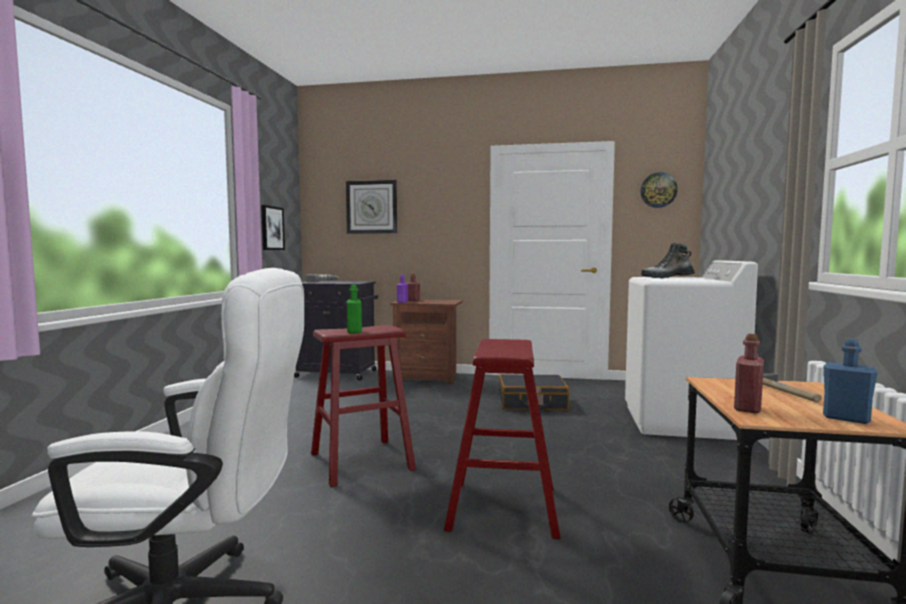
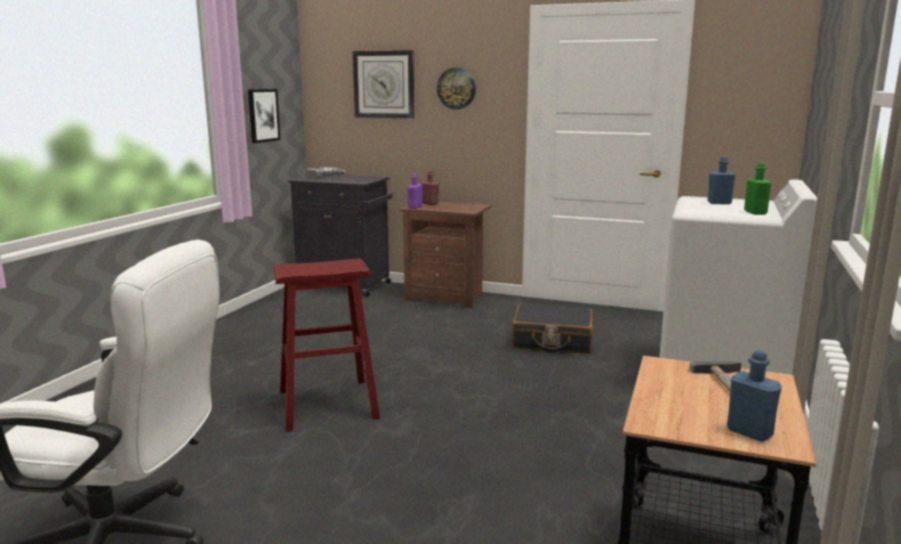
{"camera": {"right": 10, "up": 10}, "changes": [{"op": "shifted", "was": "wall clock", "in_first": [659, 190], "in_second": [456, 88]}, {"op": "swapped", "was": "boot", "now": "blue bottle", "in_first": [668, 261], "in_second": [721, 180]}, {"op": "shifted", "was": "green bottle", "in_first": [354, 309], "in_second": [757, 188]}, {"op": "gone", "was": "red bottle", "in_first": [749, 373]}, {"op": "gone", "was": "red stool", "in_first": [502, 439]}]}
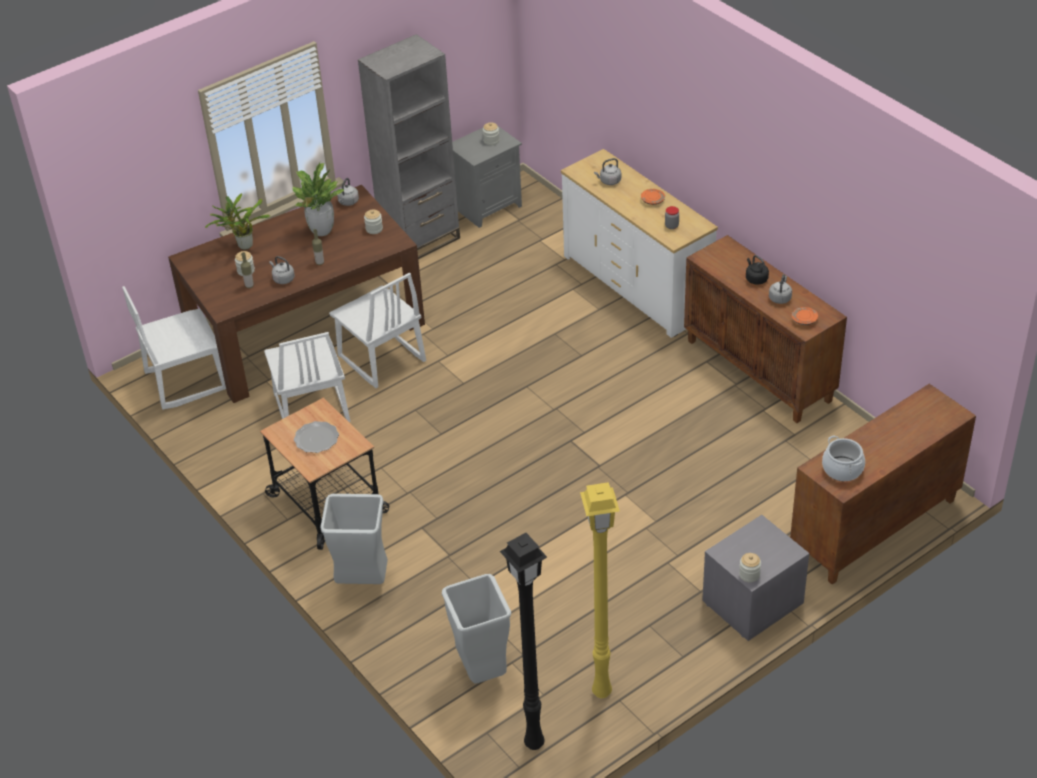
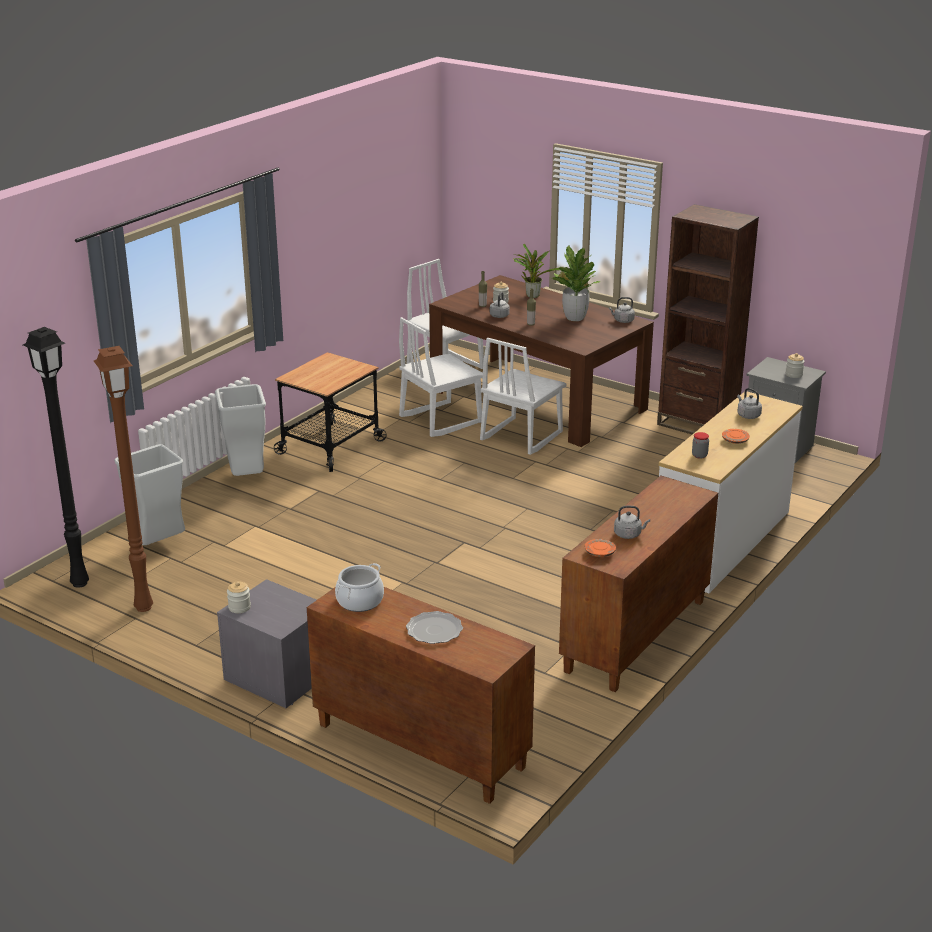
{"camera": {"right": 70, "up": -15}, "changes": [{"op": "repainted", "was": "grey bookcase", "now": "brown bookcase", "in_first": [409, 146], "in_second": [708, 319]}, {"op": "gone", "was": "jar", "in_first": [373, 222]}, {"op": "gone", "was": "black kettle", "in_first": [757, 270]}, {"op": "shifted", "was": "plate", "in_first": [316, 437], "in_second": [434, 627]}, {"op": "repainted", "was": "yellow floor lamp", "now": "brown floor lamp", "in_first": [600, 590], "in_second": [123, 479]}]}
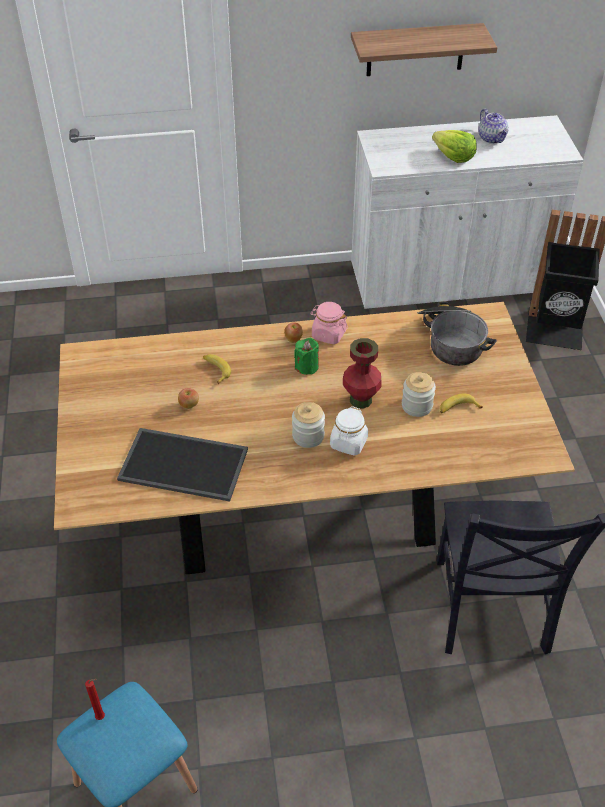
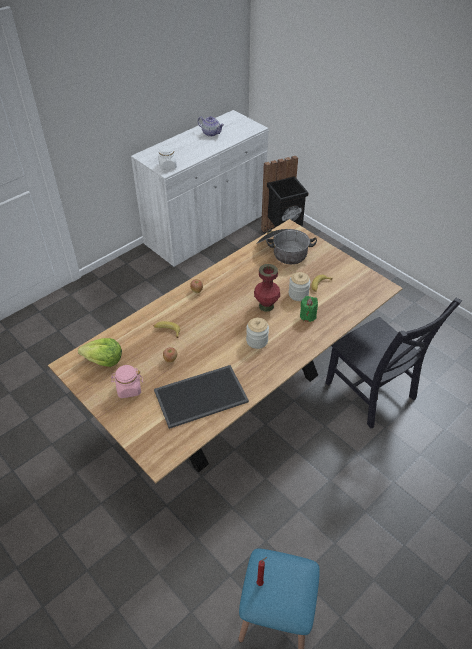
{"camera": {"right": -35, "up": 0}, "changes": [{"op": "gone", "was": "shelf", "in_first": [424, 49]}, {"op": "shifted", "was": "lettuce", "in_first": [454, 146], "in_second": [100, 352]}, {"op": "shifted", "was": "pink jar", "in_first": [329, 323], "in_second": [127, 381]}, {"op": "shifted", "was": "green candle", "in_first": [306, 356], "in_second": [309, 309]}, {"op": "shifted", "was": "white jar", "in_first": [349, 431], "in_second": [167, 157]}]}
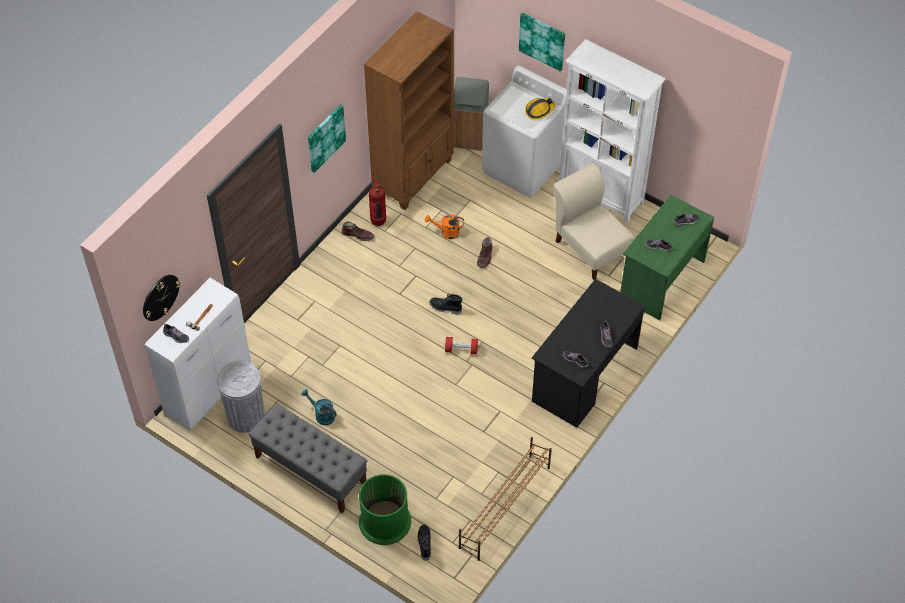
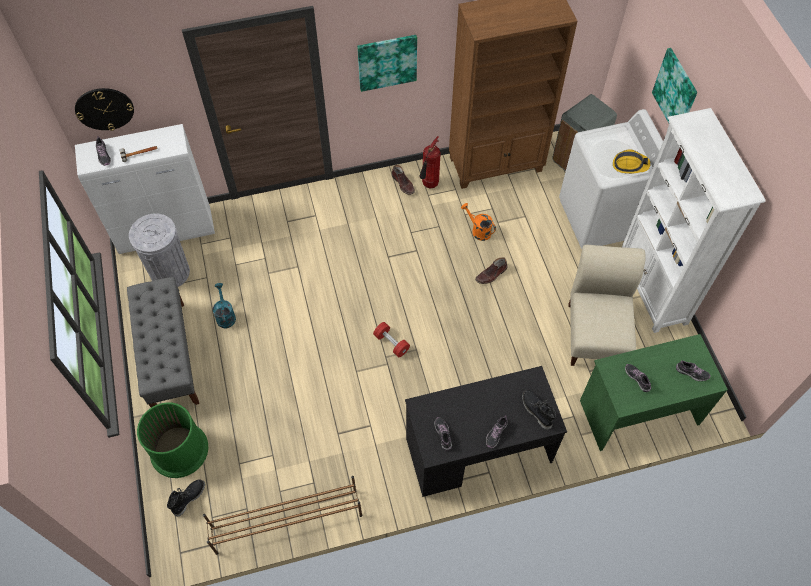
{"camera": {"right": 40, "up": 5}, "changes": [{"op": "shifted", "was": "black boot", "in_first": [445, 304], "in_second": [539, 410]}]}
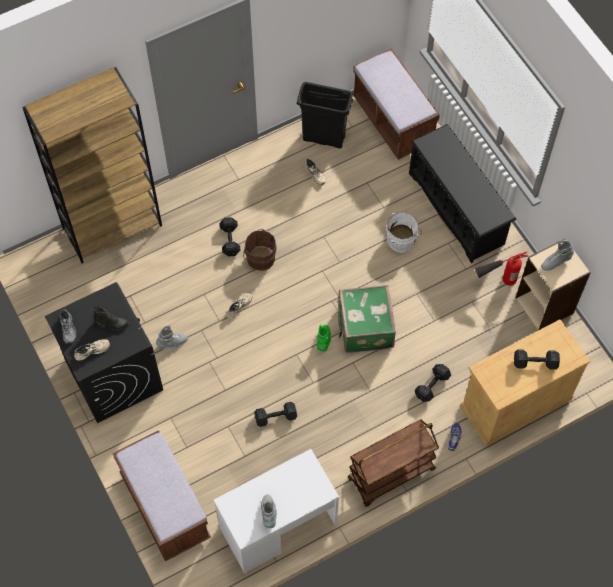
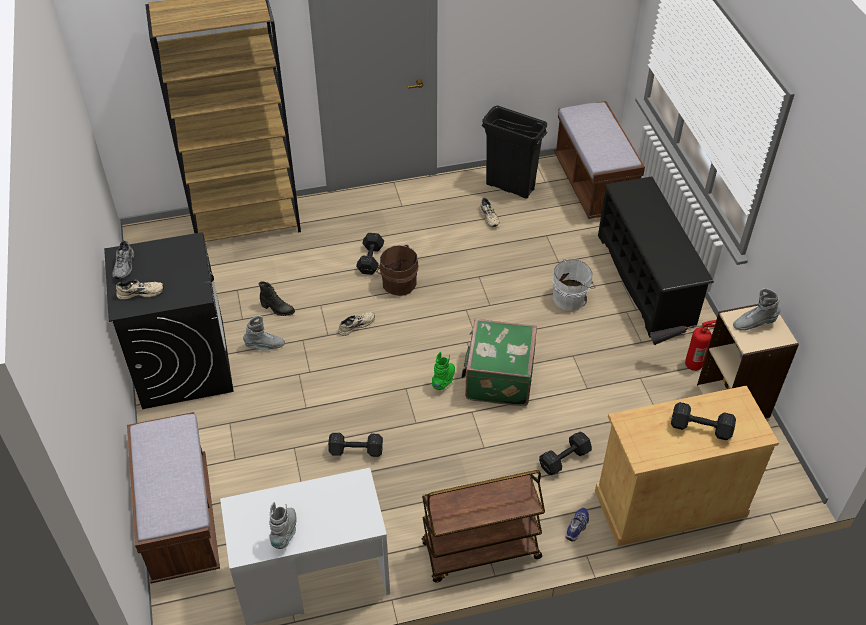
{"camera": {"right": 15, "up": -15}, "changes": [{"op": "shifted", "was": "black boot", "in_first": [110, 318], "in_second": [277, 299]}]}
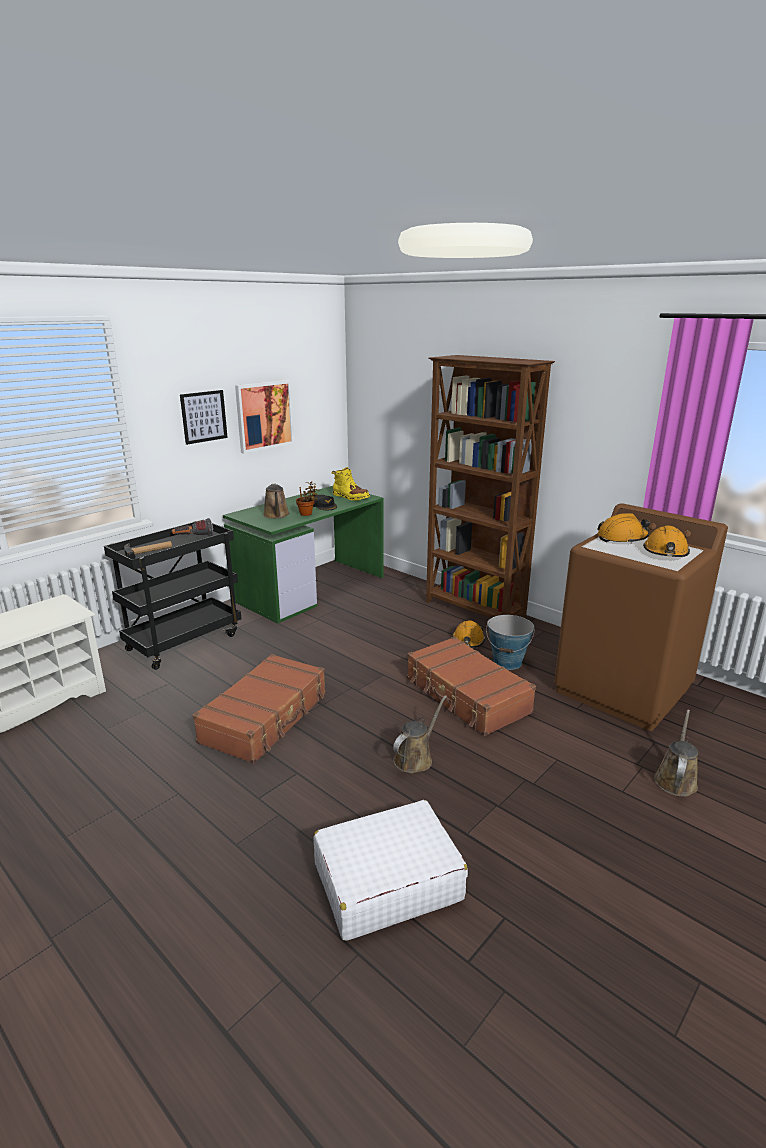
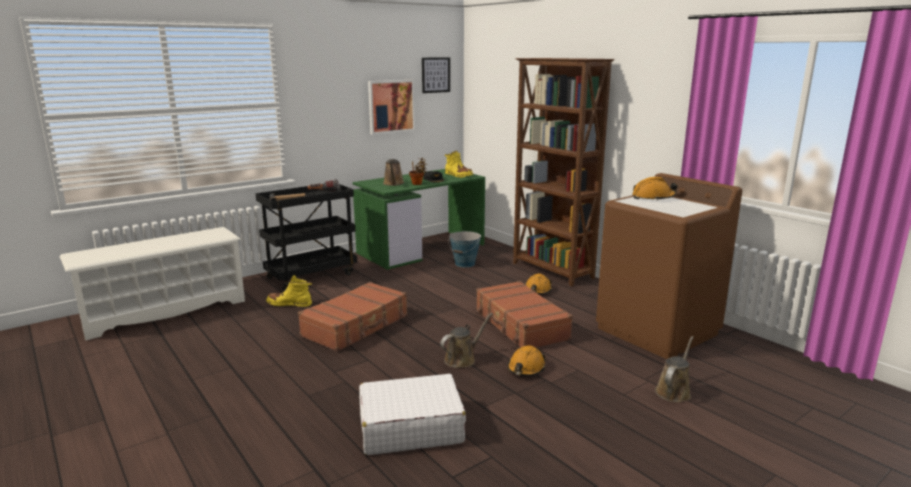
{"camera": {"right": 10, "up": -5}, "changes": [{"op": "shifted", "was": "picture", "in_first": [204, 417], "in_second": [436, 75]}, {"op": "shifted", "was": "orange hard hat", "in_first": [666, 541], "in_second": [526, 360]}, {"op": "shifted", "was": "bucket", "in_first": [510, 642], "in_second": [464, 249]}, {"op": "new", "now": "yellow boot", "in_second": [289, 291]}]}
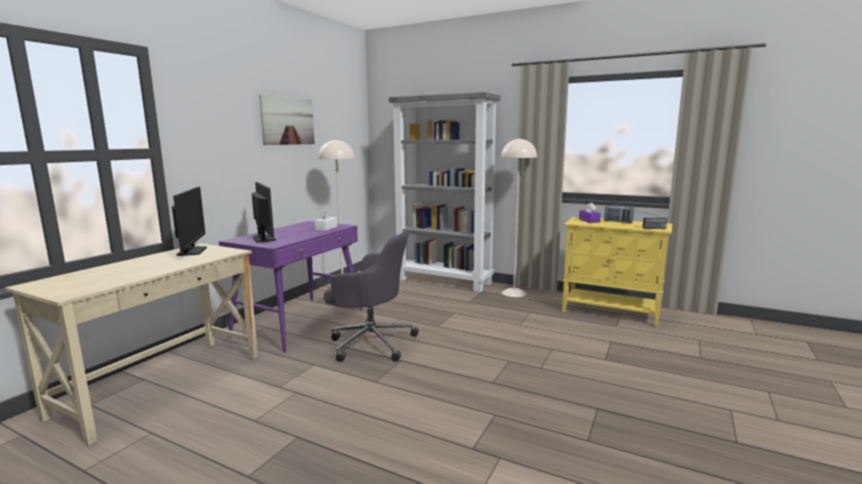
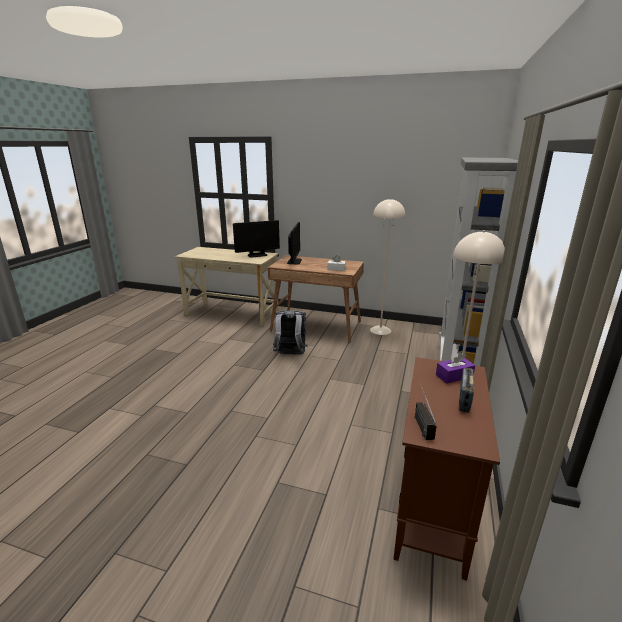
{"camera": {"right": 80, "up": 10}, "changes": [{"op": "gone", "was": "picture", "in_first": [287, 119]}, {"op": "rotated", "was": "monitor", "in_first": [264, 212], "in_second": [294, 243], "clockwise": -45}, {"op": "repainted", "was": "yellow cabinet", "now": "brown cabinet", "in_first": [617, 272], "in_second": [446, 469]}, {"op": "repainted", "was": "purple desk", "now": "brown desk", "in_first": [291, 286], "in_second": [316, 299]}, {"op": "swapped", "was": "grey office chair", "now": "grey backpack", "in_first": [371, 295], "in_second": [290, 332]}]}
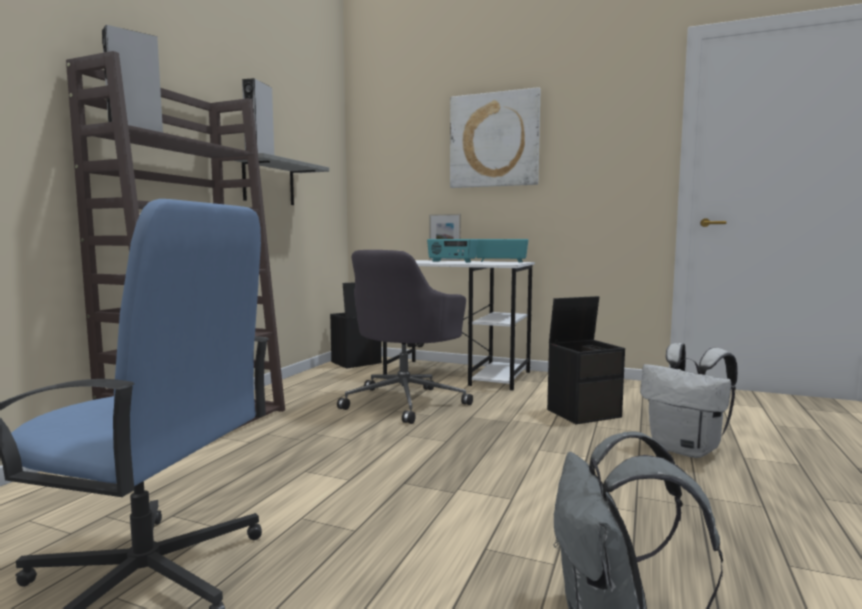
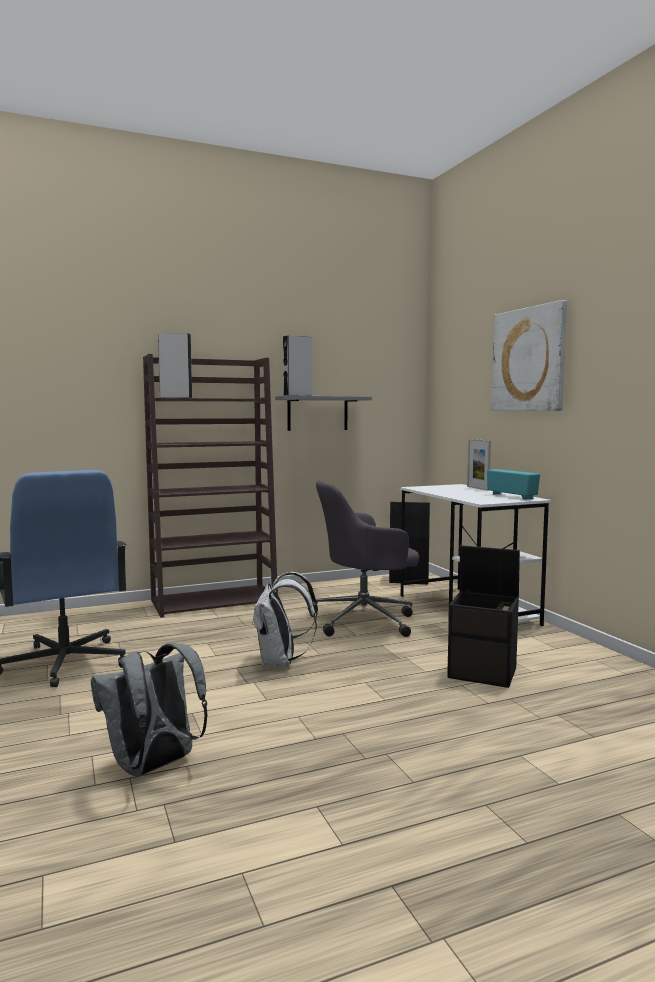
{"camera": {"right": 45, "up": 0}, "changes": [{"op": "gone", "was": "radio", "in_first": [452, 251]}, {"op": "shifted", "was": "white backpack", "in_first": [688, 400], "in_second": [285, 619]}]}
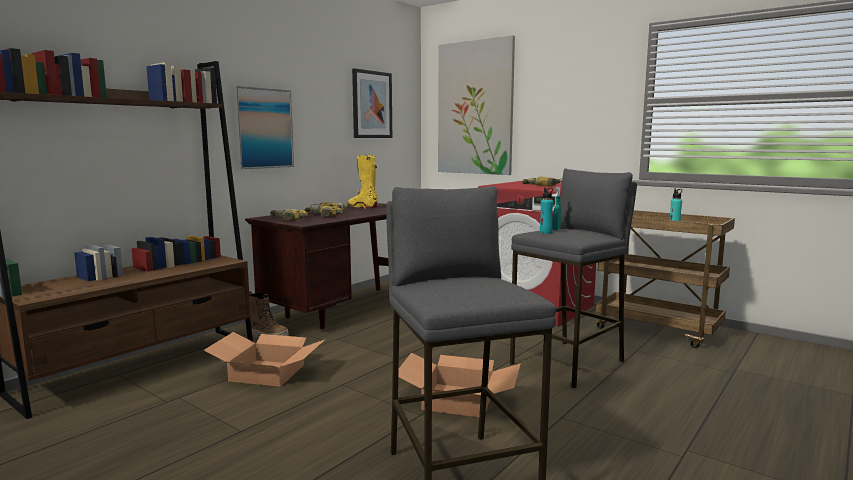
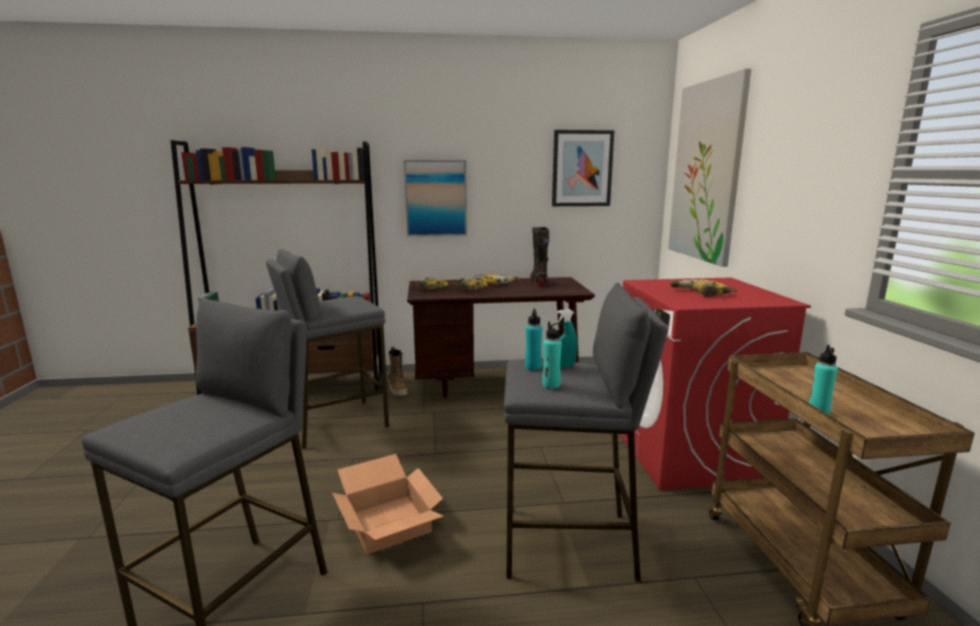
{"camera": {"right": 45, "up": 5}, "changes": [{"op": "repainted", "was": "yellow boot", "now": "black boot", "in_first": [363, 182], "in_second": [539, 256]}, {"op": "swapped", "was": "cardboard box", "now": "grey stool", "in_first": [264, 359], "in_second": [327, 349]}, {"op": "new", "now": "turquoise bottle", "in_second": [552, 355]}]}
